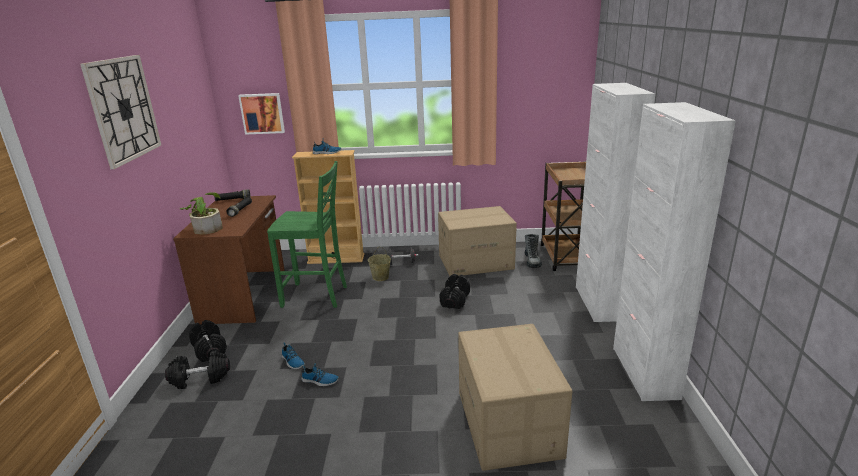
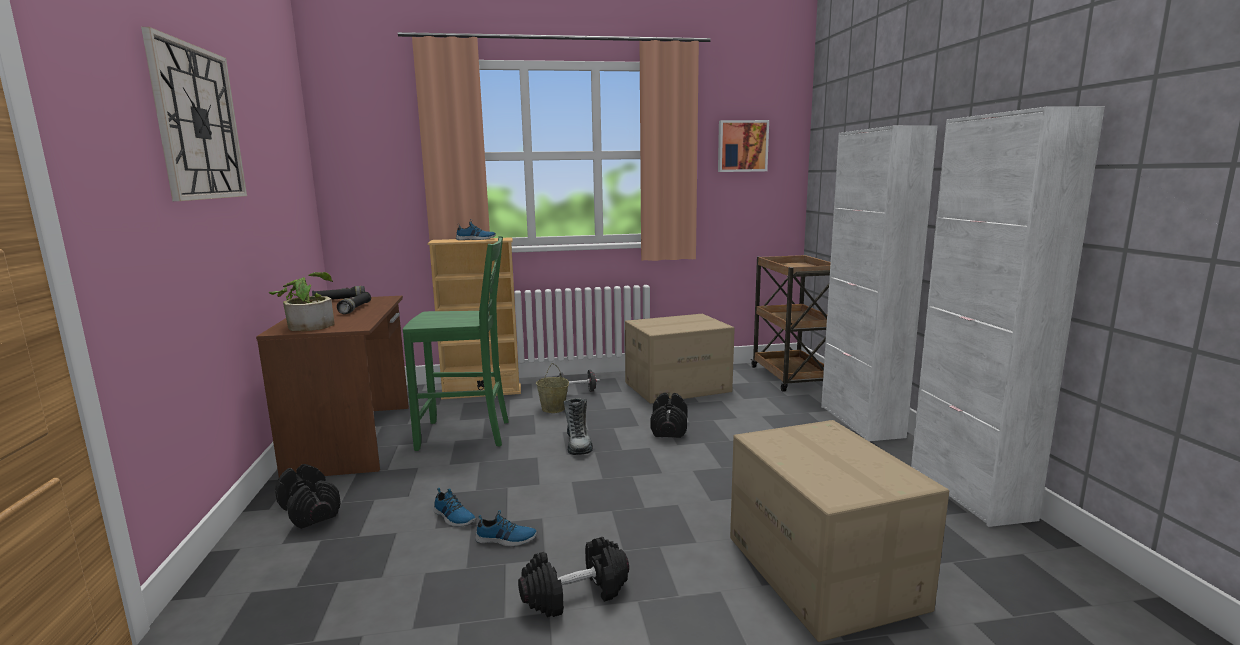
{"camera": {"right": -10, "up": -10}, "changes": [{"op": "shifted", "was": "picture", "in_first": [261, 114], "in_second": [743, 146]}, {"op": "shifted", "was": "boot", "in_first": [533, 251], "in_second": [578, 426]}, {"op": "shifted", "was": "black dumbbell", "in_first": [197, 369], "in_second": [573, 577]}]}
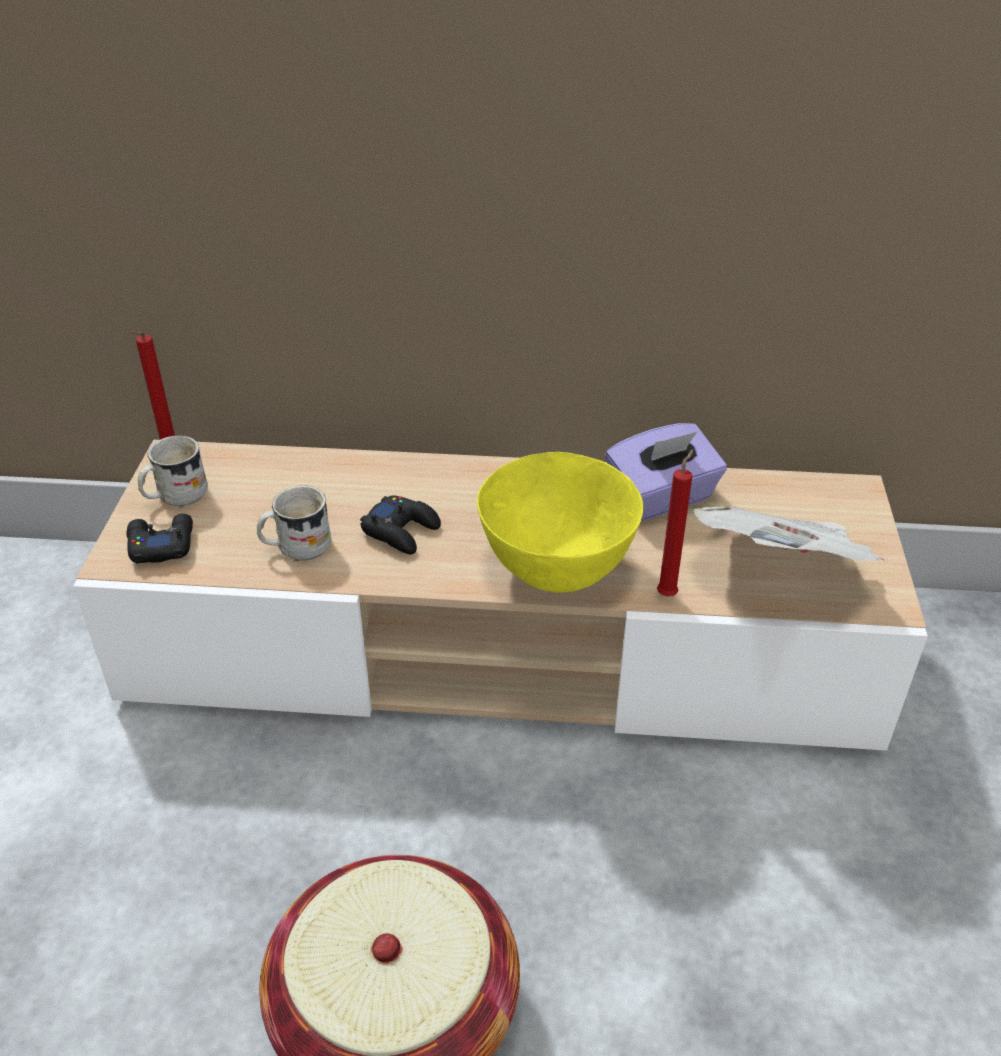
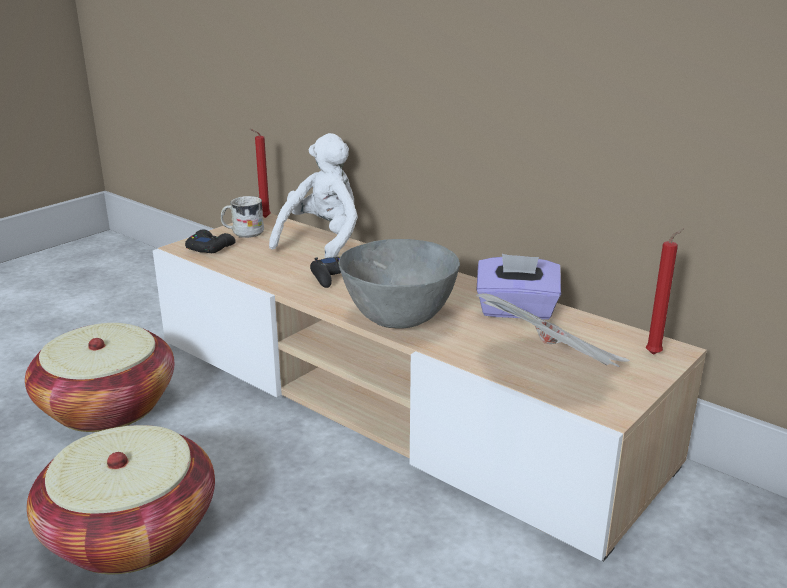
{"camera": {"right": 35, "up": -15}, "changes": [{"op": "shifted", "was": "red candle", "in_first": [675, 522], "in_second": [665, 291]}, {"op": "repainted", "was": "yellow bowl", "now": "grey bowl", "in_first": [560, 522], "in_second": [399, 283]}, {"op": "gone", "was": "white mug", "in_first": [294, 524]}, {"op": "new", "now": "white plush toy", "in_second": [313, 195]}, {"op": "new", "now": "basket", "in_second": [99, 377]}]}
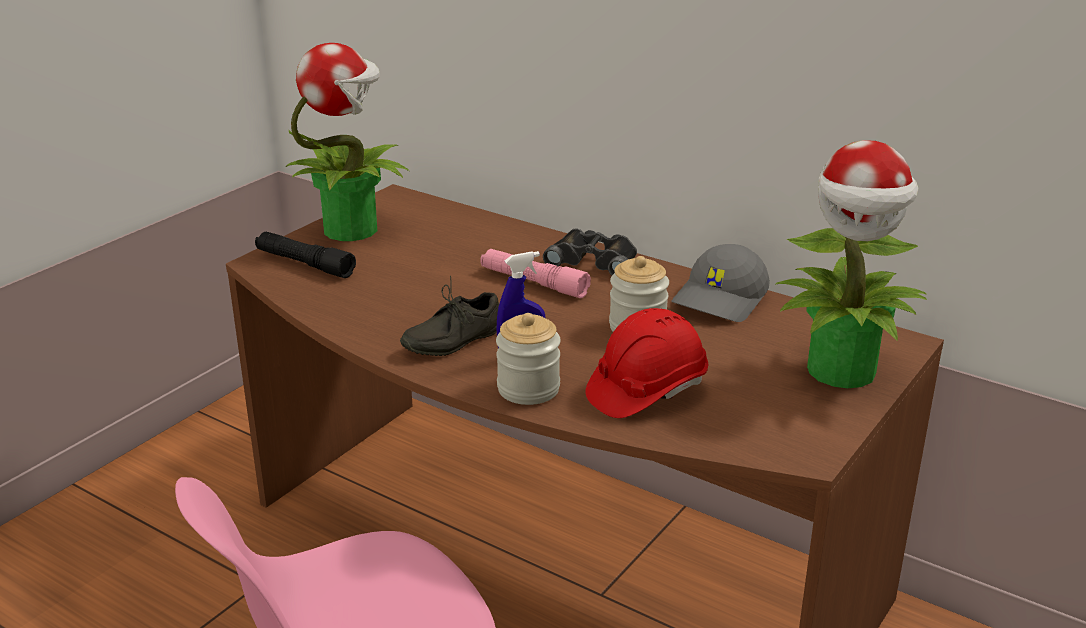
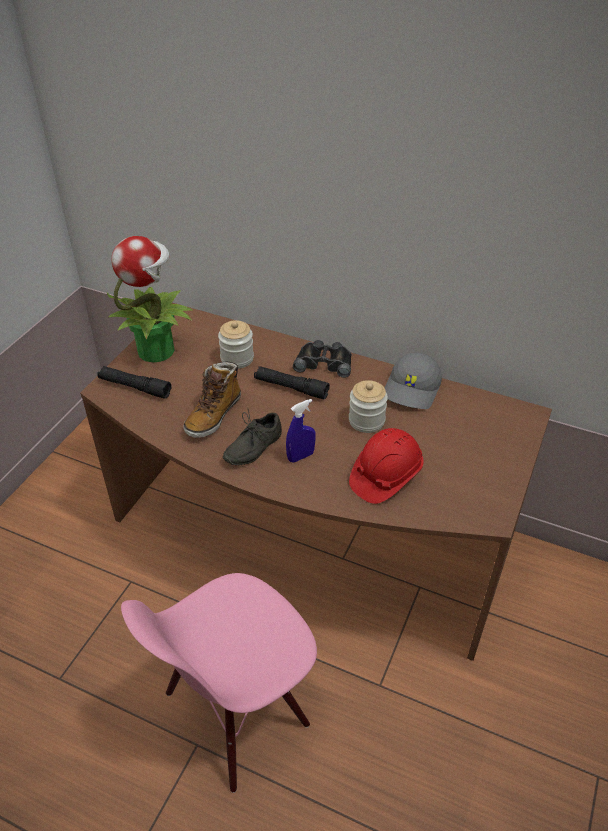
{"camera": {"right": -10, "up": 15}, "changes": [{"op": "gone", "was": "potted plant", "in_first": [851, 264]}, {"op": "repainted", "was": "pink flashlight", "now": "black flashlight", "in_first": [535, 273], "in_second": [292, 382]}, {"op": "shifted", "was": "jar", "in_first": [528, 359], "in_second": [236, 344]}, {"op": "new", "now": "boot", "in_second": [212, 399]}]}
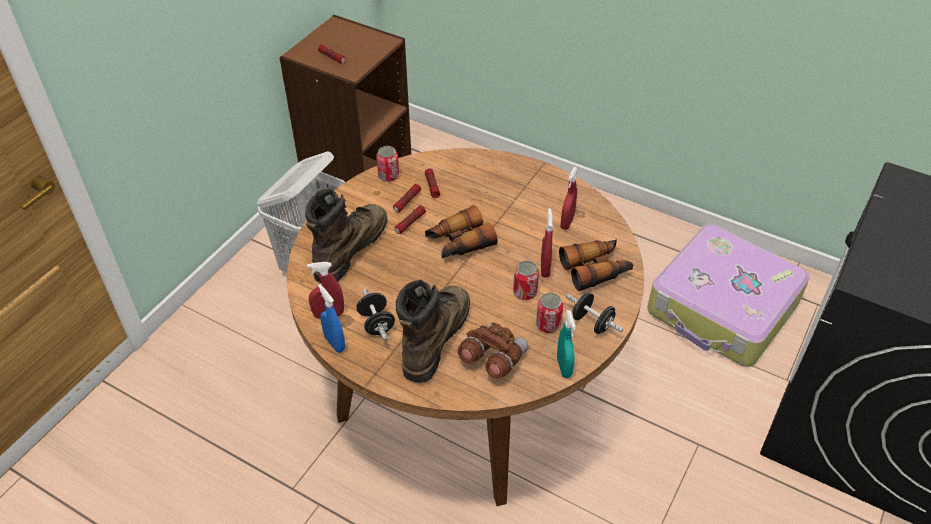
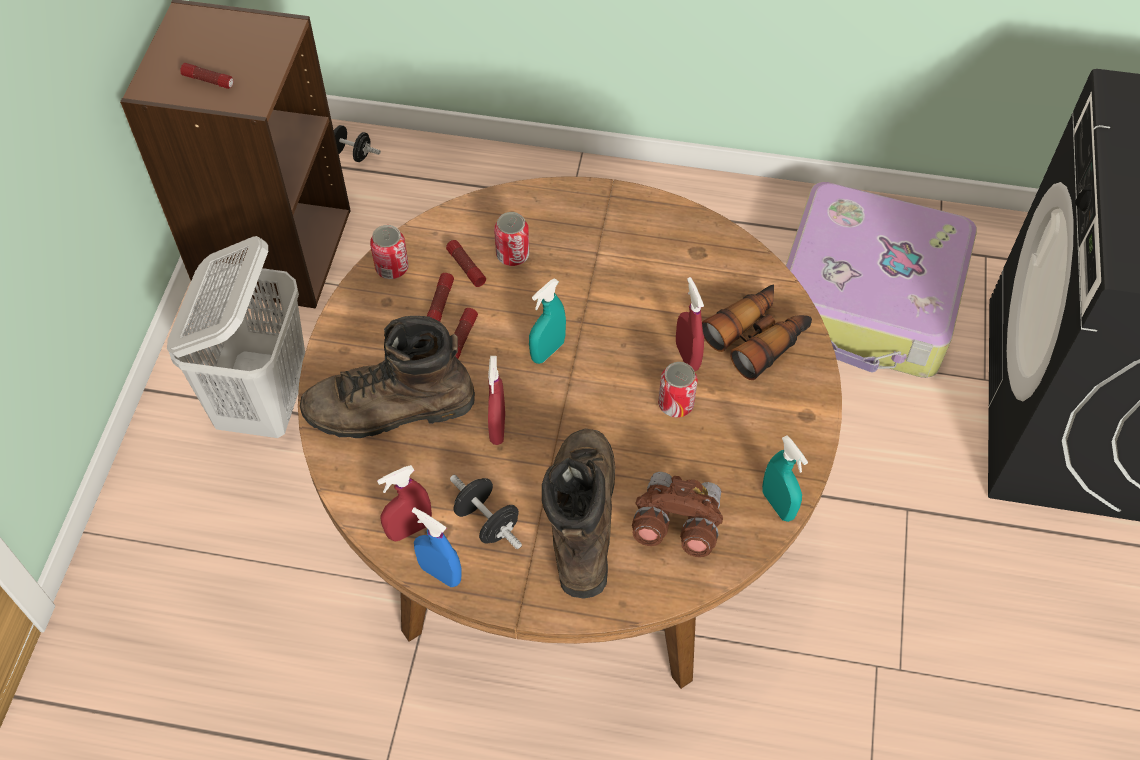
{"camera": {"right": -20, "up": 10}, "changes": [{"op": "shifted", "was": "red spray bottle", "in_first": [569, 198], "in_second": [496, 400]}, {"op": "rotated", "was": "brown boot", "in_first": [346, 236], "in_second": [387, 377], "clockwise": -105}, {"op": "swapped", "was": "binoculars", "now": "turquoise spray bottle", "in_first": [461, 231], "in_second": [547, 321]}, {"op": "shifted", "was": "can", "in_first": [549, 313], "in_second": [511, 239]}, {"op": "shifted", "was": "black dumbbell", "in_first": [595, 313], "in_second": [357, 143]}]}
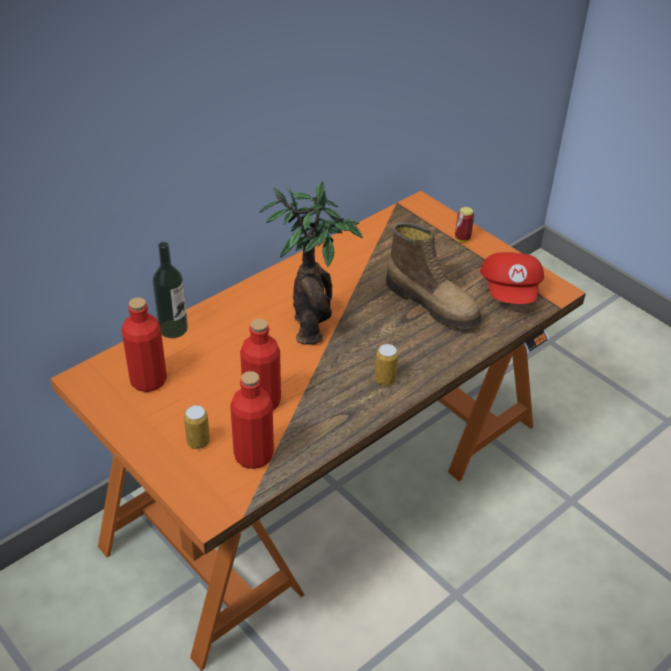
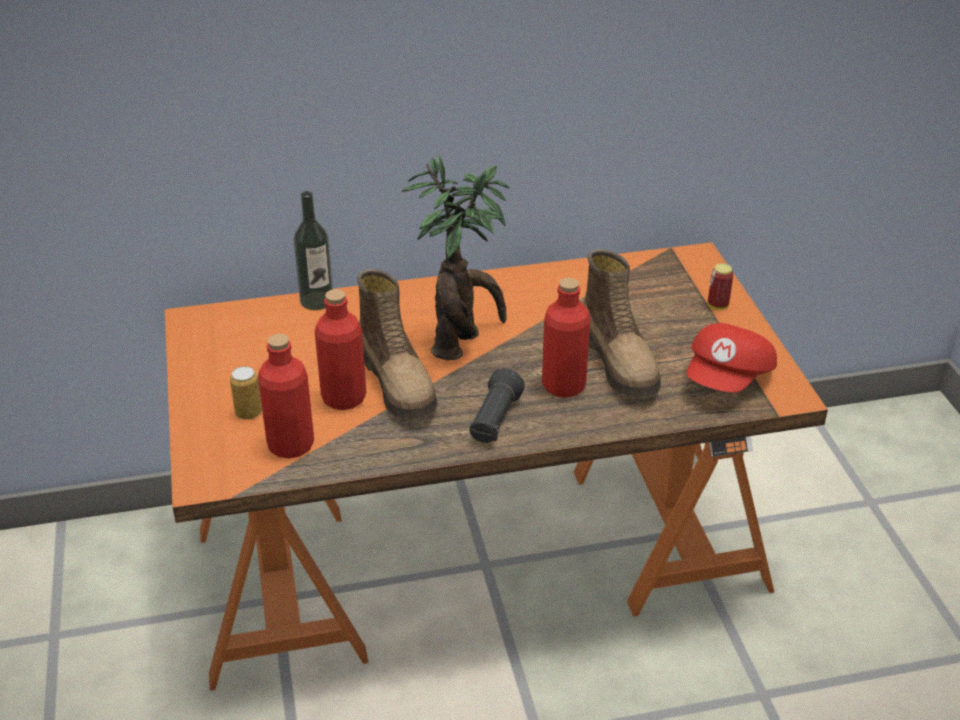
{"camera": {"right": 30, "up": -5}, "changes": [{"op": "shifted", "was": "red bottle", "in_first": [144, 344], "in_second": [566, 338]}, {"op": "swapped", "was": "can", "now": "black flashlight", "in_first": [386, 364], "in_second": [497, 405]}, {"op": "new", "now": "boot", "in_second": [397, 344]}]}
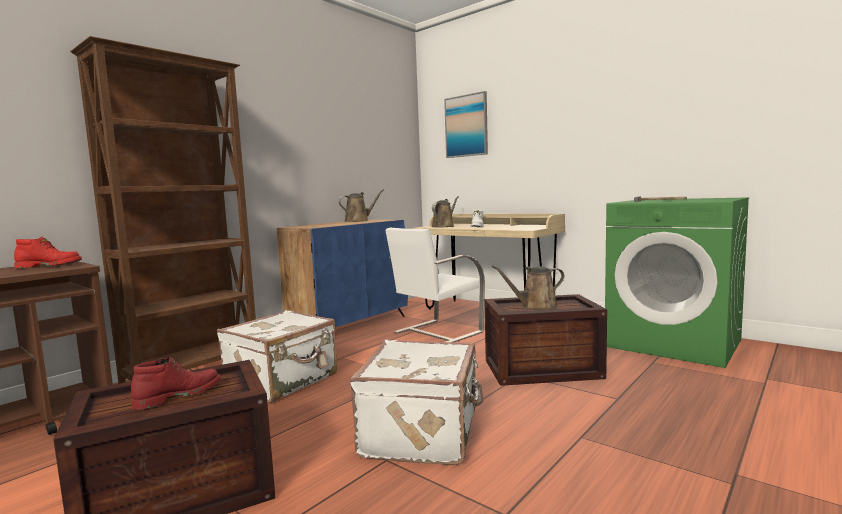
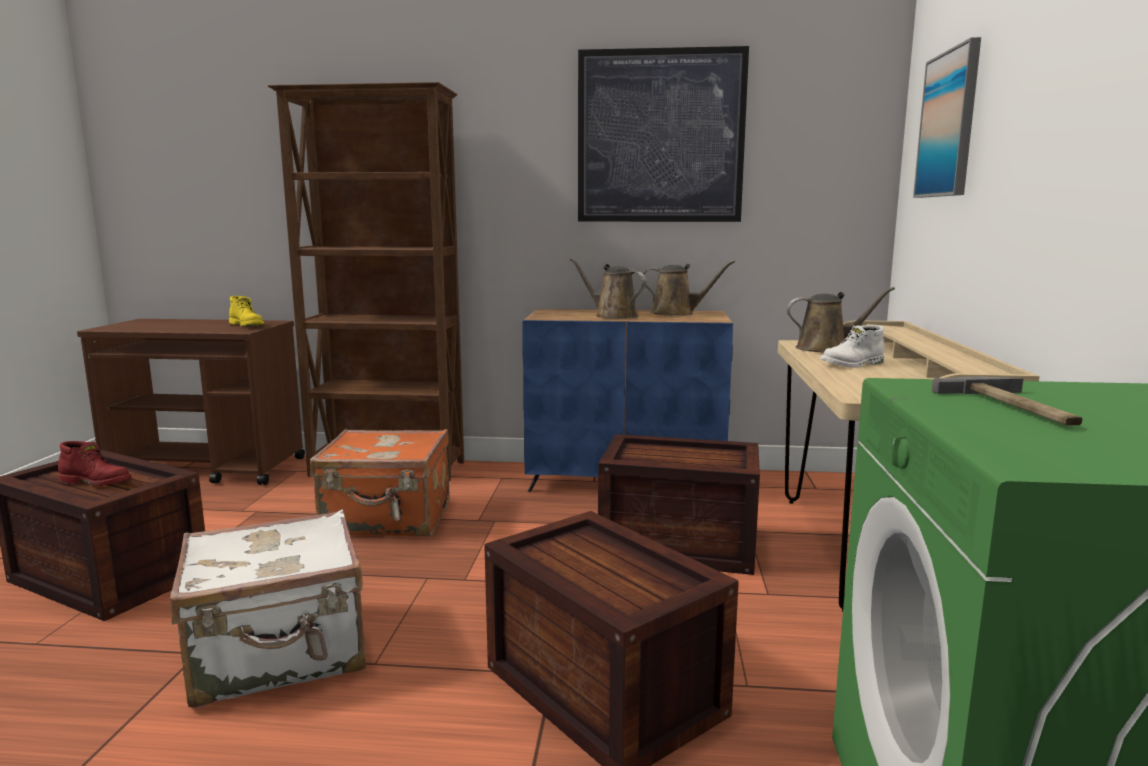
{"camera": {"right": 55, "up": 5}, "changes": [{"op": "swapped", "was": "white chair", "now": "crate", "in_first": [435, 285], "in_second": [679, 504]}, {"op": "repainted", "was": "red boot", "now": "yellow boot", "in_first": [48, 252], "in_second": [246, 311]}, {"op": "shifted", "was": "brown watering can", "in_first": [528, 287], "in_second": [608, 288]}, {"op": "repainted", "was": "white suitcase", "now": "orange suitcase", "in_first": [277, 356], "in_second": [379, 482]}, {"op": "new", "now": "picture", "in_second": [663, 134]}]}
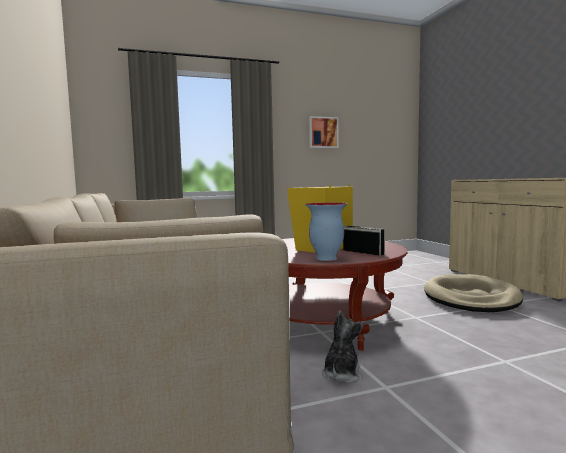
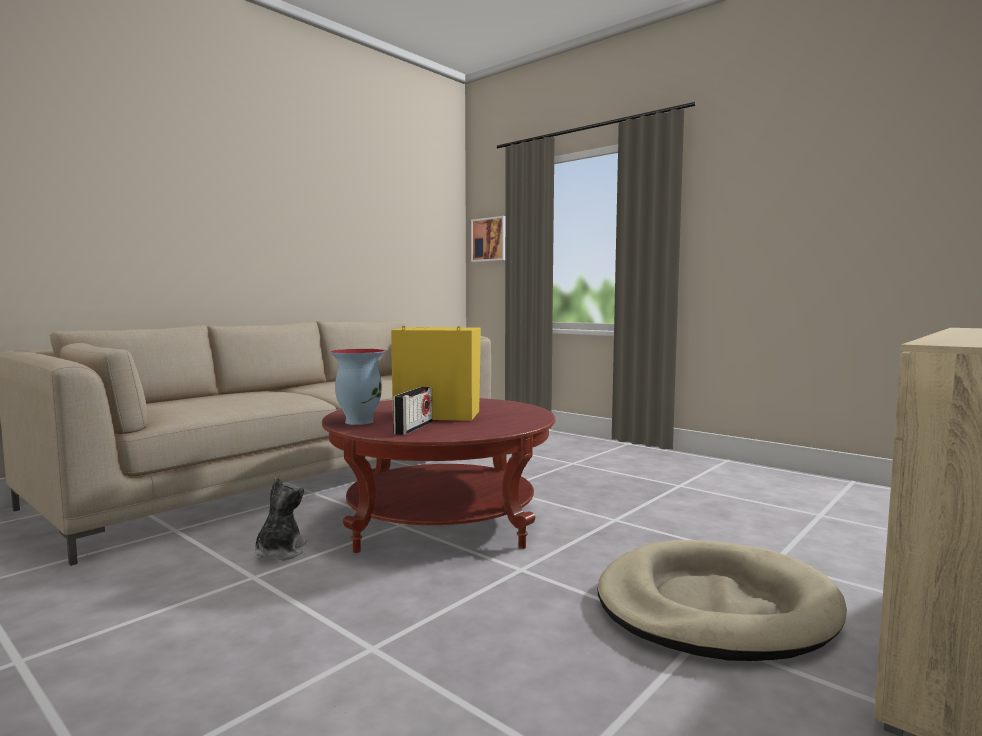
{"camera": {"right": 60, "up": 0}, "changes": [{"op": "shifted", "was": "picture", "in_first": [323, 132], "in_second": [488, 239]}, {"op": "rotated", "was": "plush toy", "in_first": [343, 347], "in_second": [280, 519], "clockwise": -75}]}
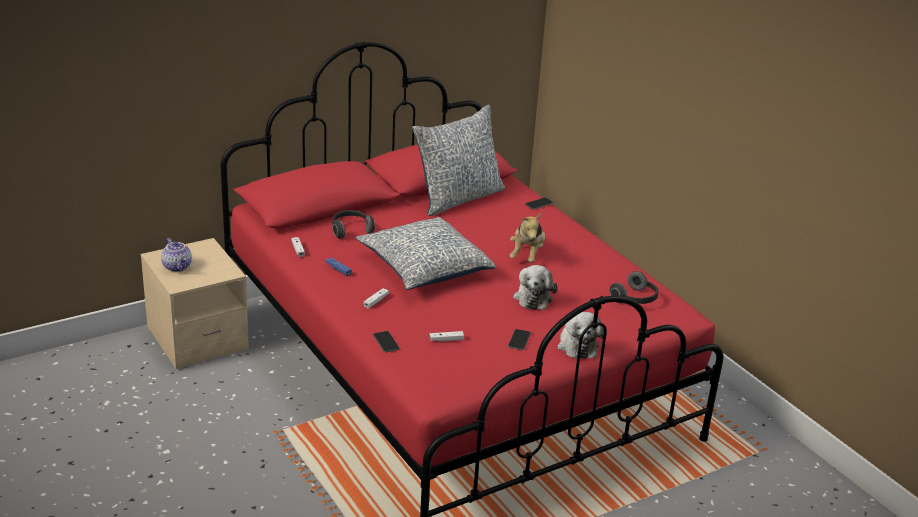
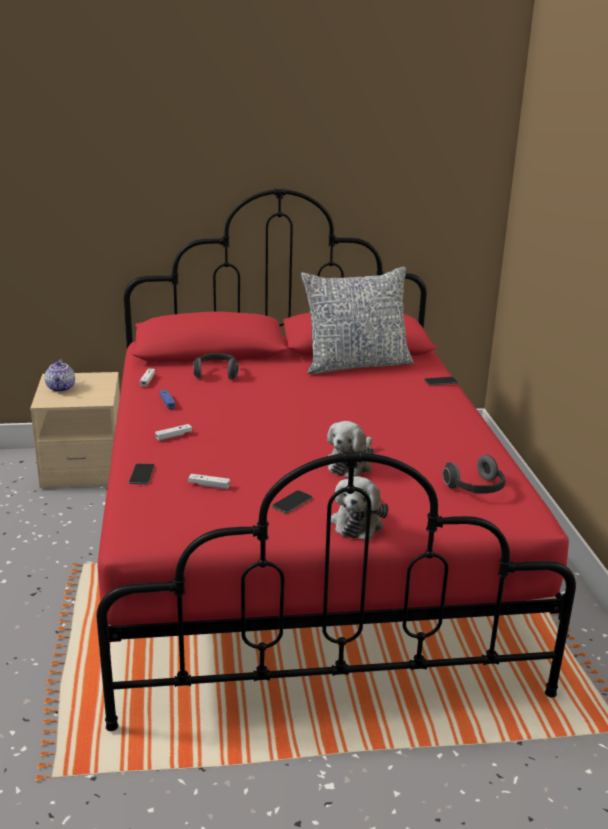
{"camera": {"right": 25, "up": -5}, "changes": [{"op": "gone", "was": "plush toy", "in_first": [527, 238]}, {"op": "gone", "was": "pillow", "in_first": [426, 253]}]}
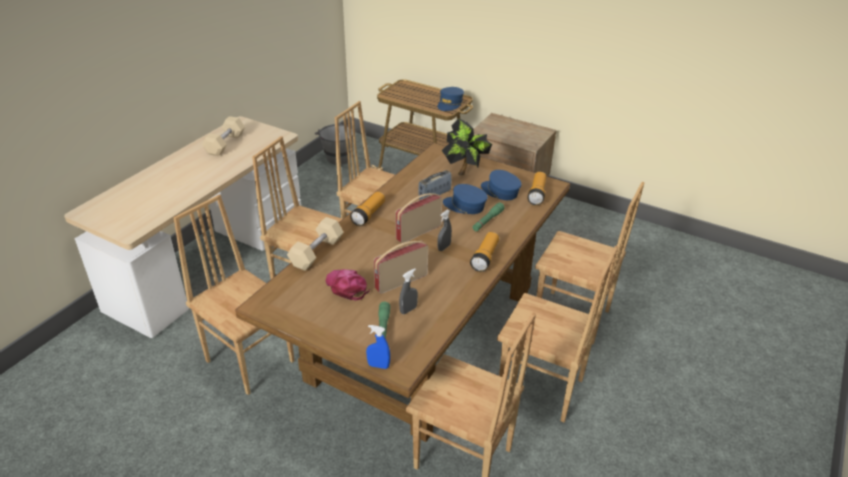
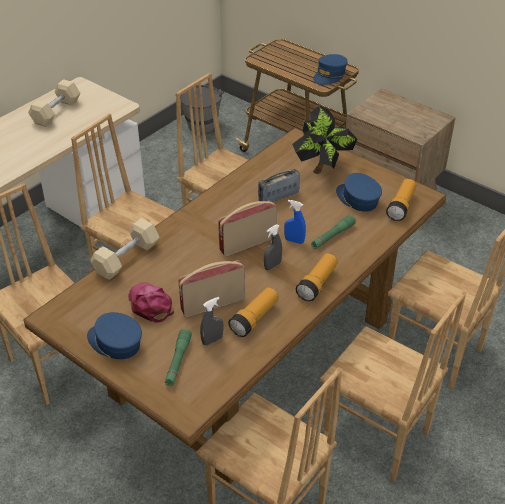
{"camera": {"right": 10, "up": 5}, "changes": [{"op": "shifted", "was": "blue cap", "in_first": [465, 199], "in_second": [114, 335]}, {"op": "shifted", "was": "flashlight", "in_first": [367, 209], "in_second": [253, 312]}, {"op": "shifted", "was": "blue spray bottle", "in_first": [378, 347], "in_second": [295, 222]}]}
